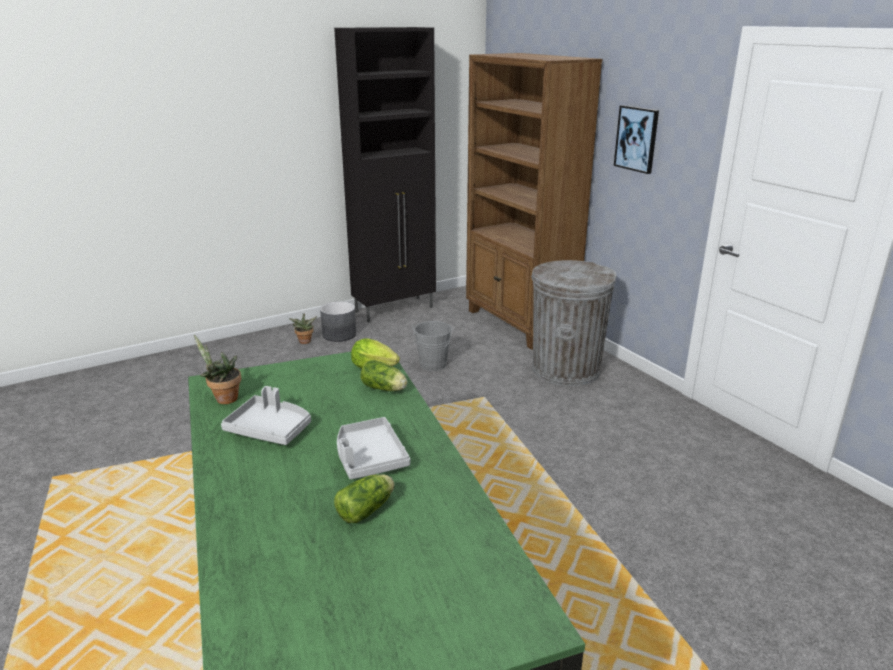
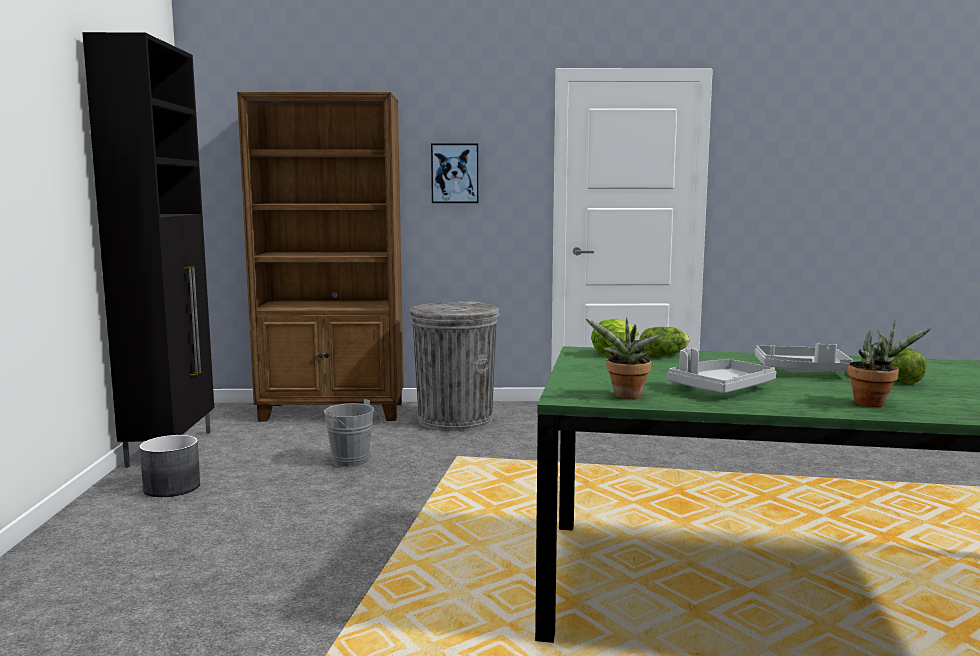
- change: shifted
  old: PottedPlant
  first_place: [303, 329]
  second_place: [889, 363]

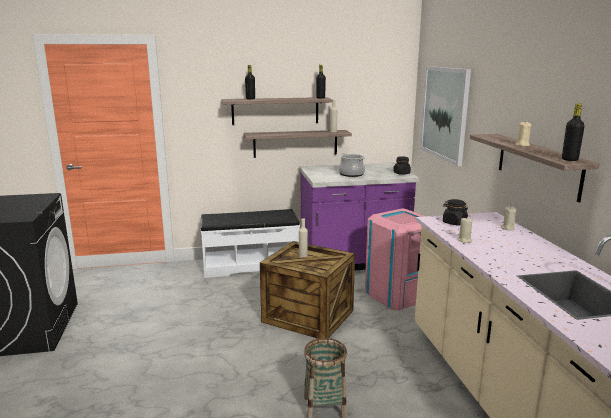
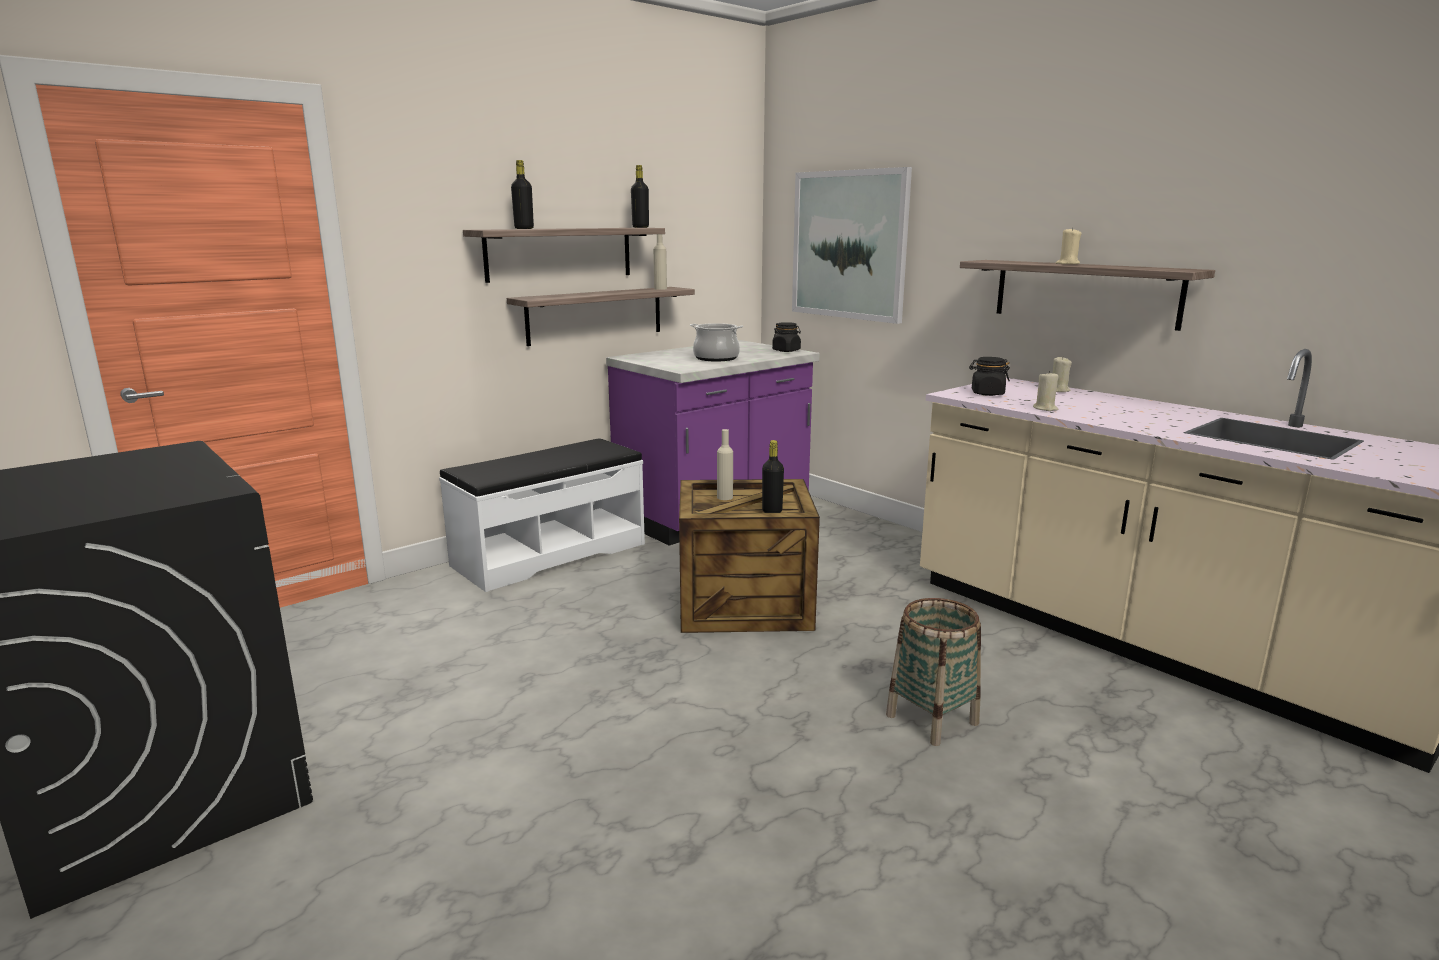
- change: shifted
  old: BlackBottle
  first_place: [573, 132]
  second_place: [773, 476]
- change: gone
  old: PinkTrashCan
  first_place: [395, 259]

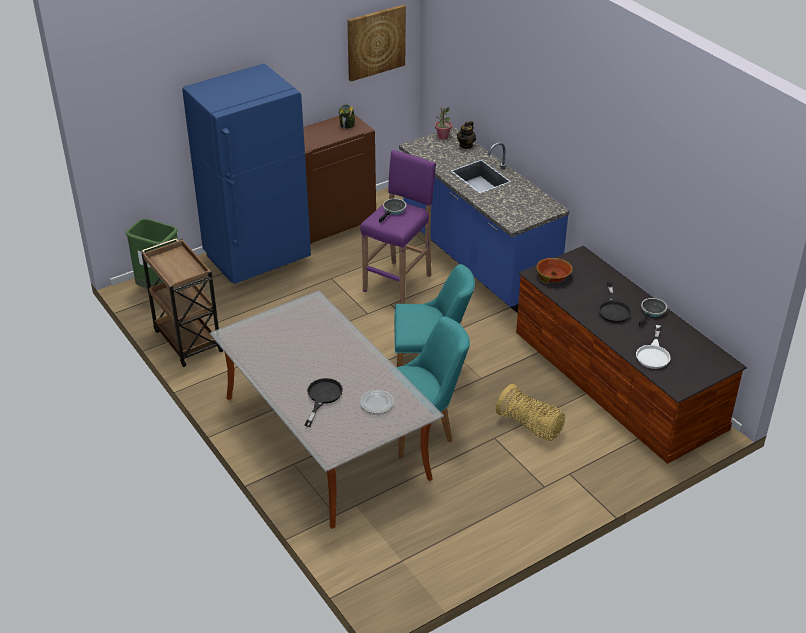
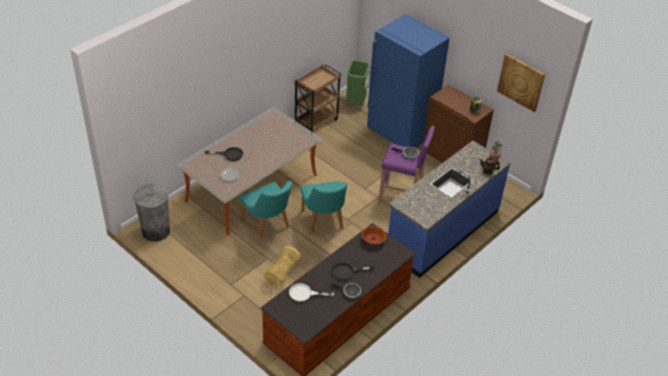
- change: new
  new: GreyTrashCan
  second_place: [152, 213]

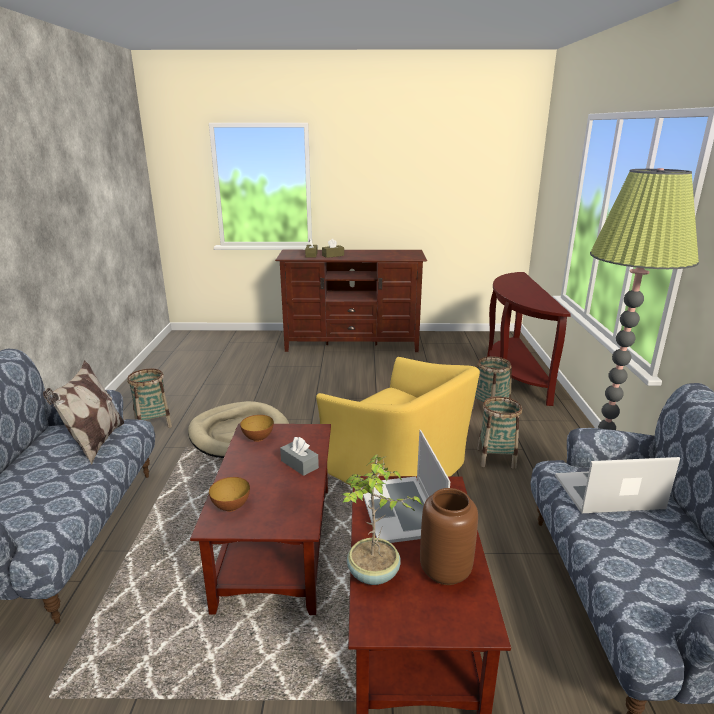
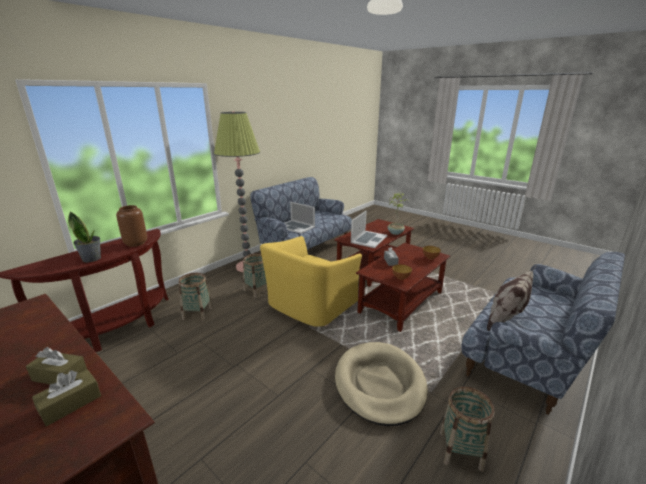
- change: rotated
  old: YellowArmchair
  first_place: [398, 421]
  second_place: [311, 281]
  degrees: -135
- change: shifted
  old: BrownVase
  first_place: [449, 536]
  second_place: [131, 226]
- change: new
  new: PottedPlant
  second_place: [84, 237]

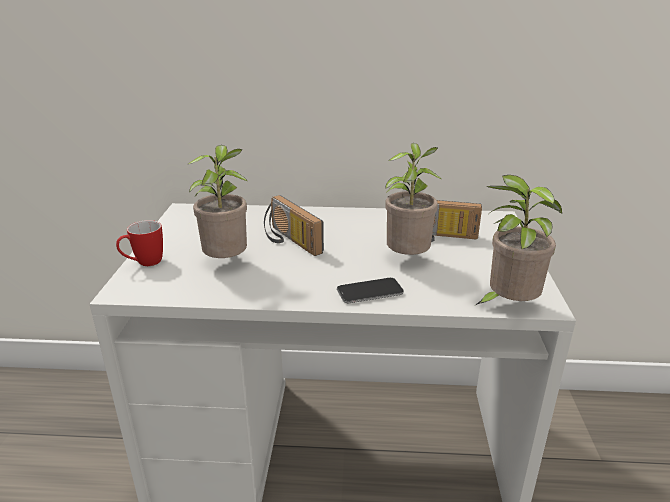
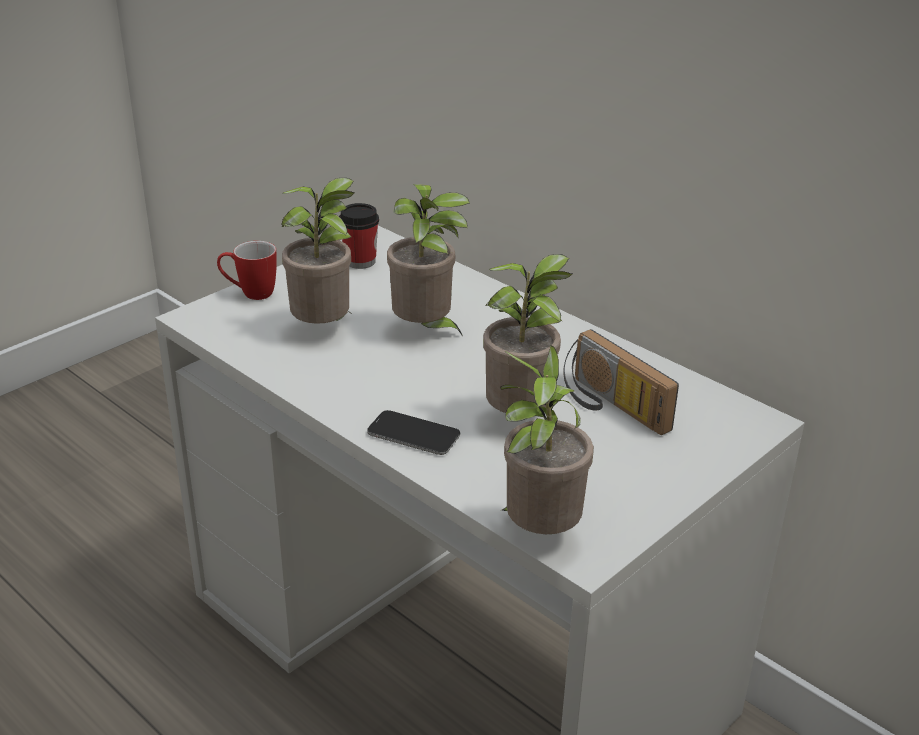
- change: swapped
  old: Radio
  new: PottedPlant
  first_place: [294, 225]
  second_place: [428, 260]
- change: new
  new: Cup
  second_place: [359, 236]

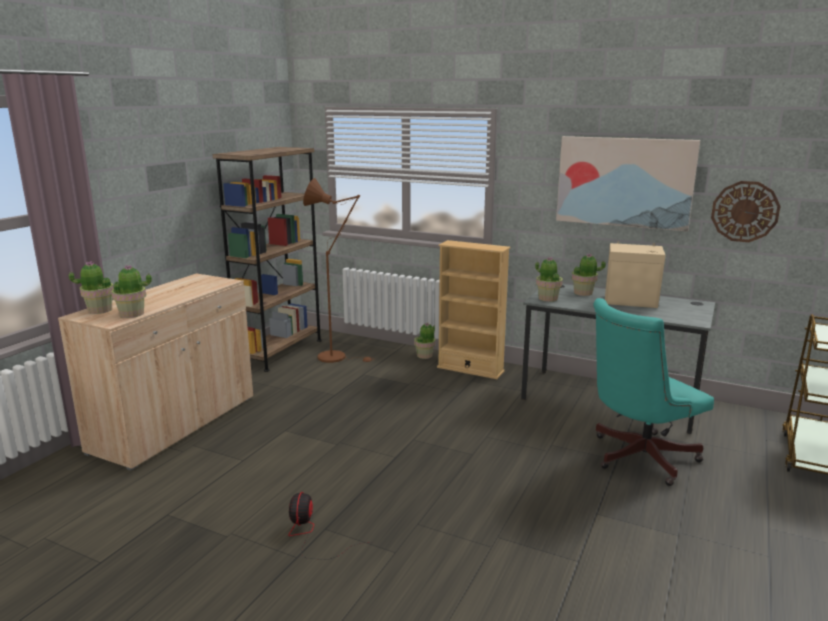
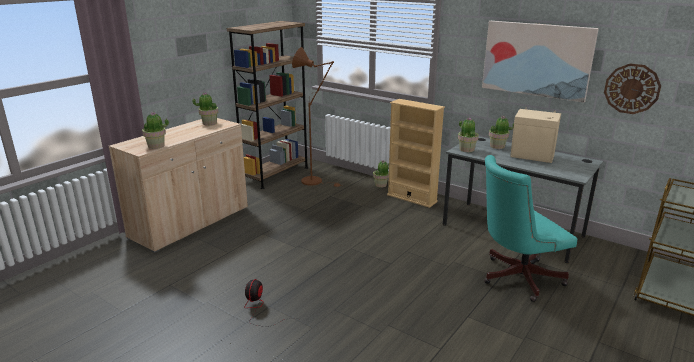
- change: shifted
  old: PottedPlant
  first_place: [91, 287]
  second_place: [205, 109]

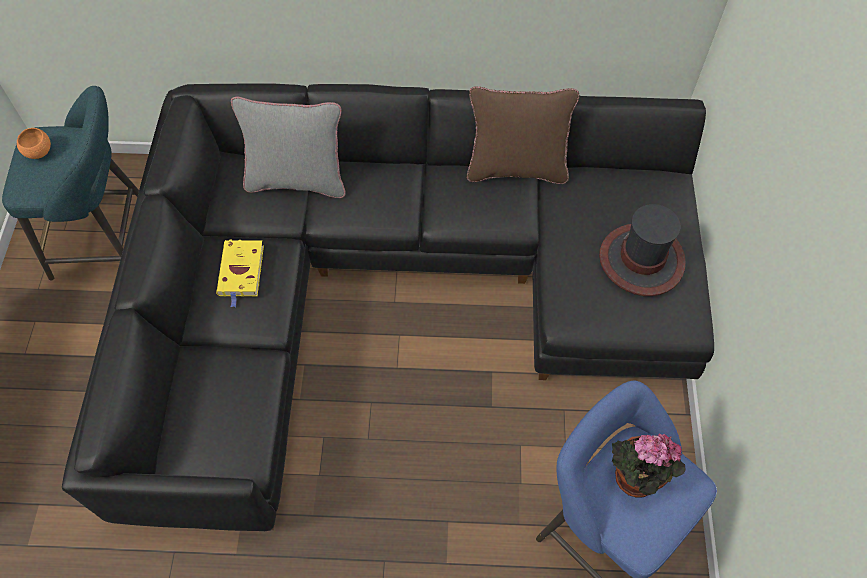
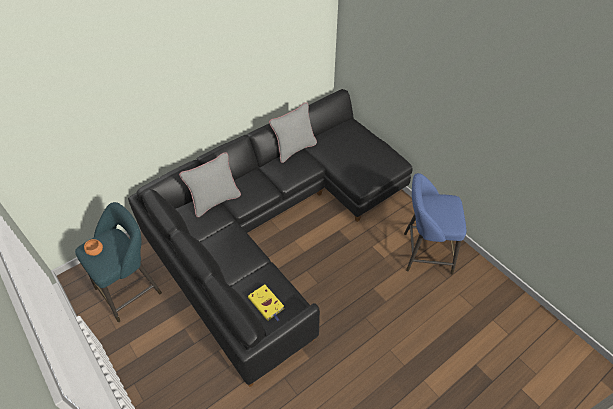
- change: repainted
  old: BrownPillow
  new: GreyPillow
  first_place: [523, 135]
  second_place: [293, 132]
- change: gone
  old: Hat
  first_place: [642, 250]
- change: shifted
  old: YellowBook
  first_place: [240, 273]
  second_place: [266, 302]
- change: gone
  old: PottedPlant
  first_place: [648, 465]

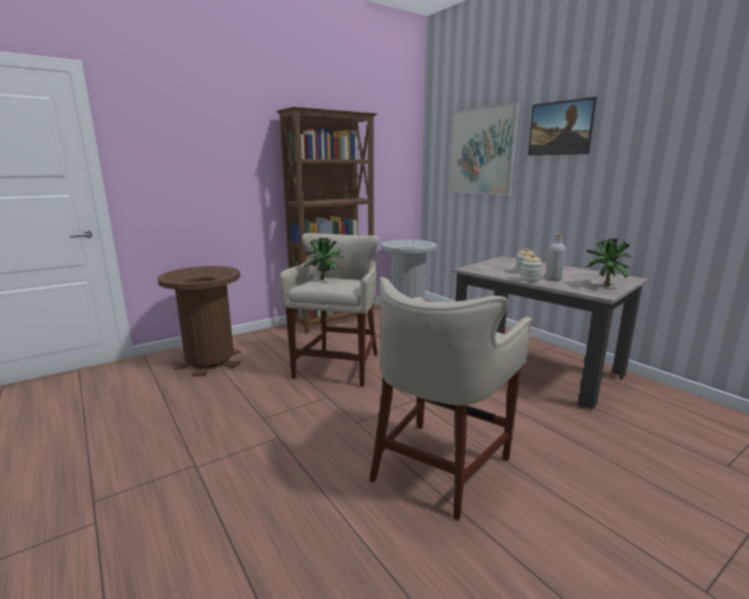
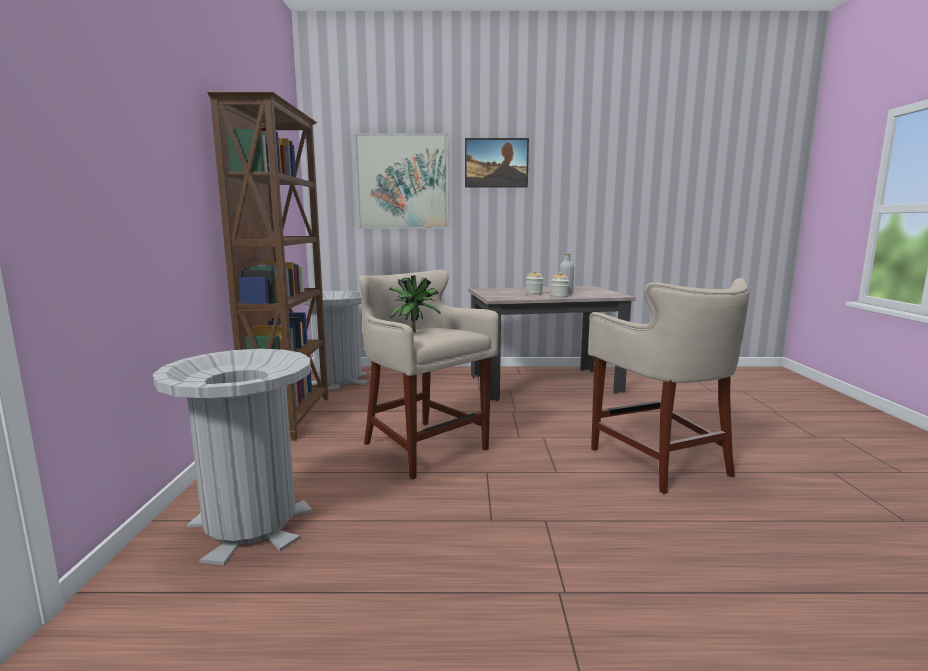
- change: gone
  old: PottedPlant
  first_place: [608, 262]
- change: repainted
  old: BrownTrashCan
  new: GreyTrashCan
  first_place: [199, 321]
  second_place: [232, 457]

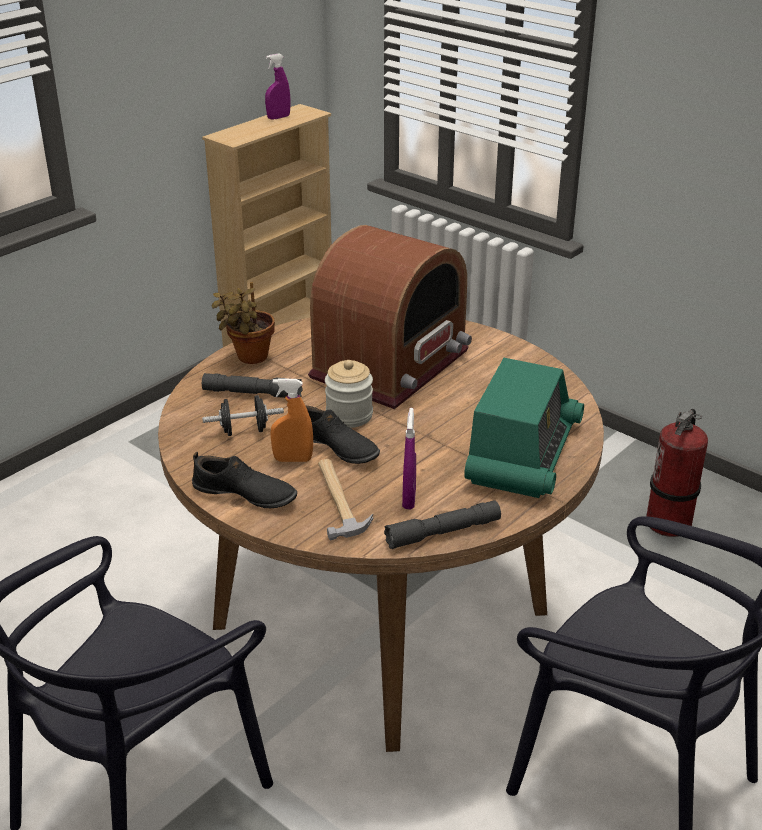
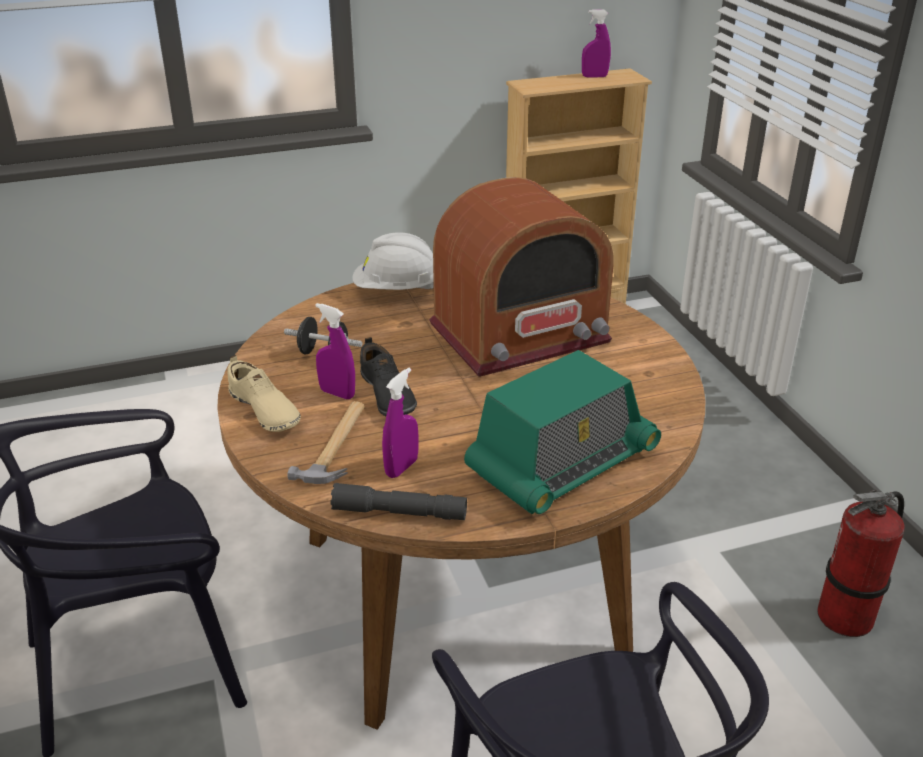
- change: swapped
  old: PottedPlant
  new: WhiteHardHat
  first_place: [243, 323]
  second_place: [393, 261]
- change: gone
  old: Jar
  first_place: [349, 394]
- change: gone
  old: GreyFlashlight
  first_place: [252, 385]
- change: repainted
  old: OrangeSprayBottle
  new: PurpleSprayBottle
  first_place: [291, 420]
  second_place: [335, 351]
- change: repainted
  old: BlackShoe
  new: BeigeShoe
  first_place: [244, 480]
  second_place: [264, 393]

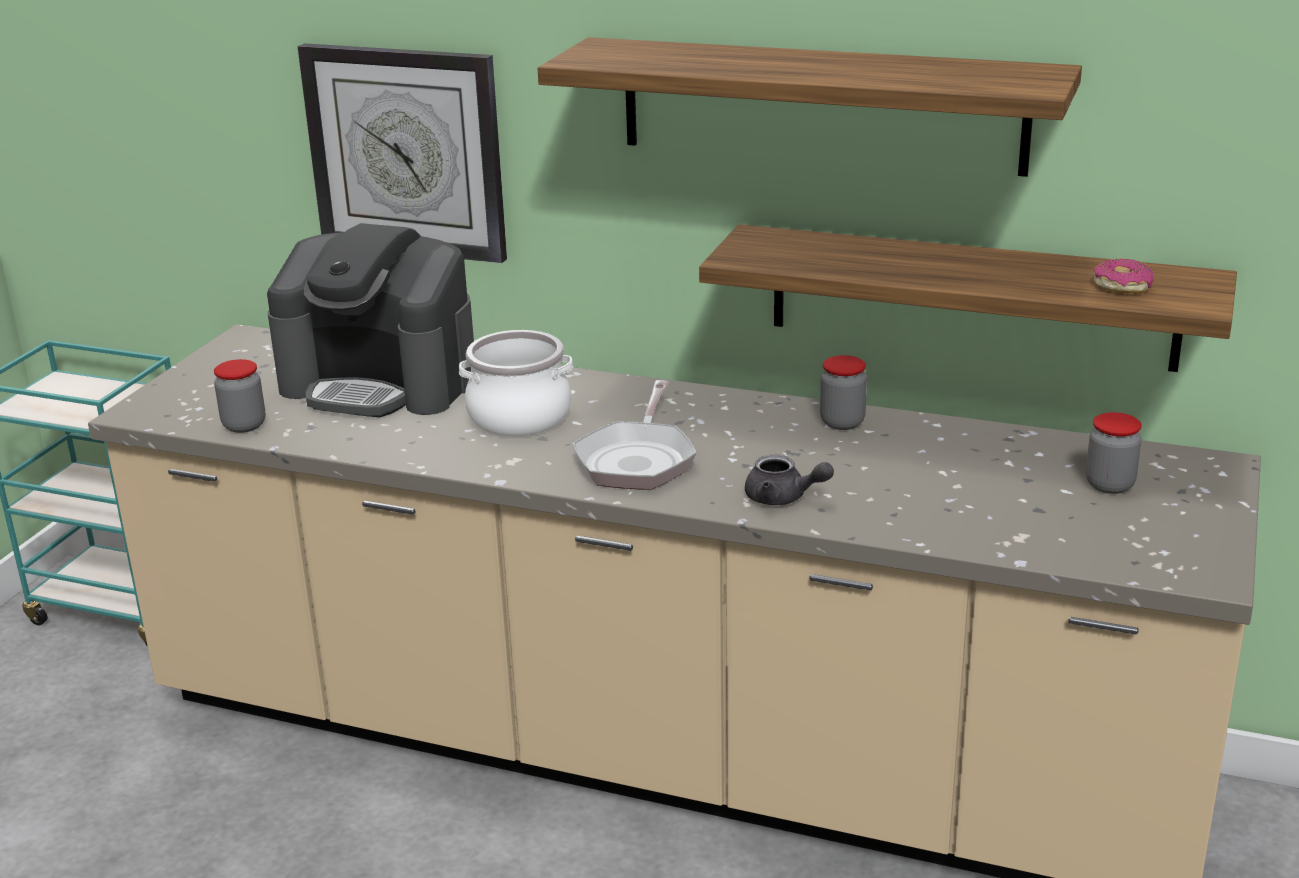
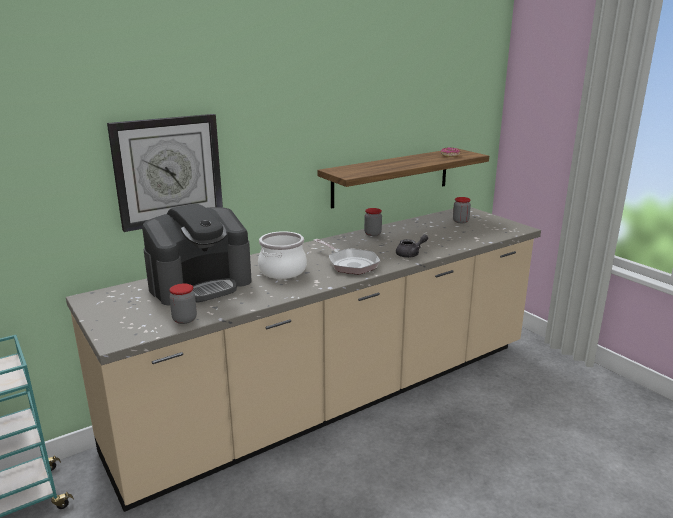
- change: gone
  old: Shelf
  first_place: [810, 107]

